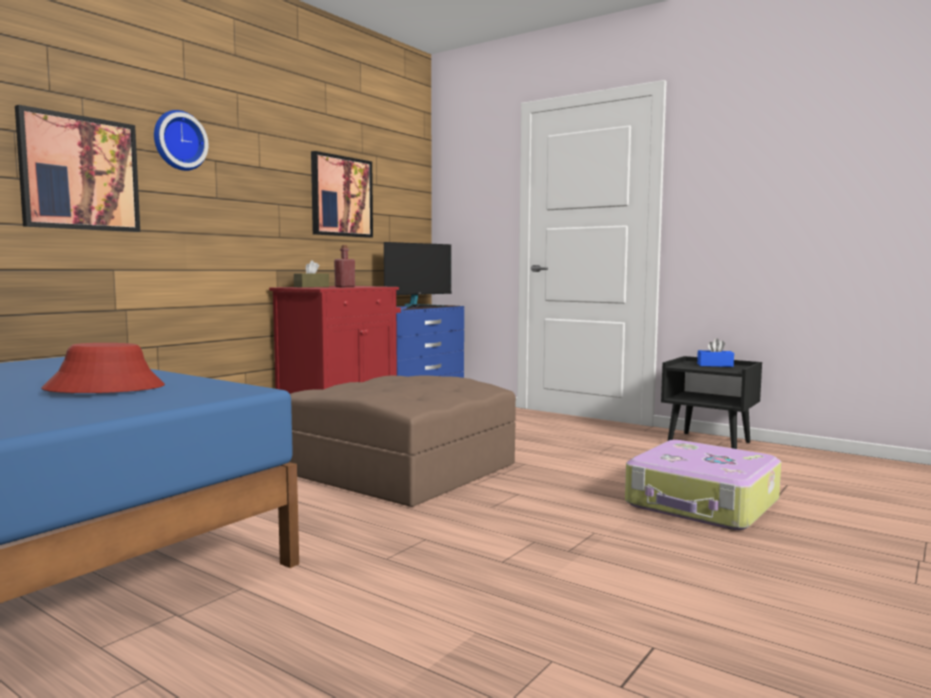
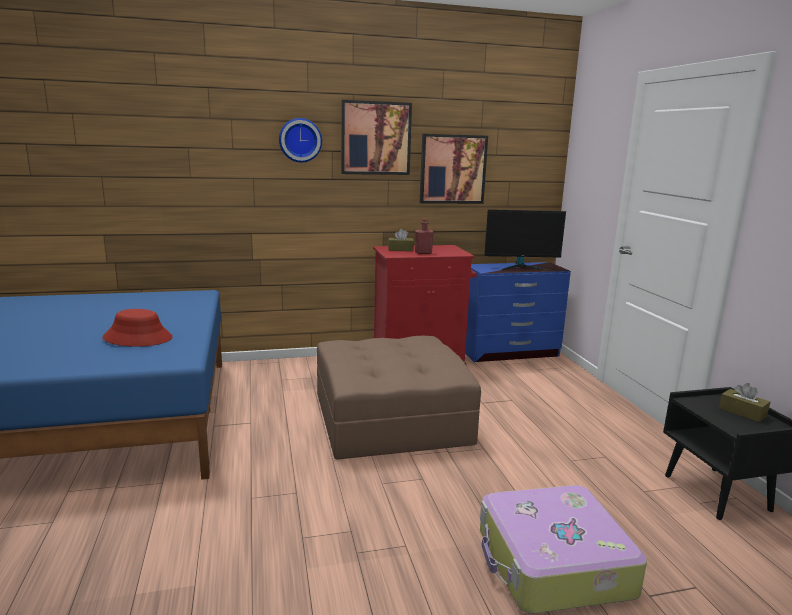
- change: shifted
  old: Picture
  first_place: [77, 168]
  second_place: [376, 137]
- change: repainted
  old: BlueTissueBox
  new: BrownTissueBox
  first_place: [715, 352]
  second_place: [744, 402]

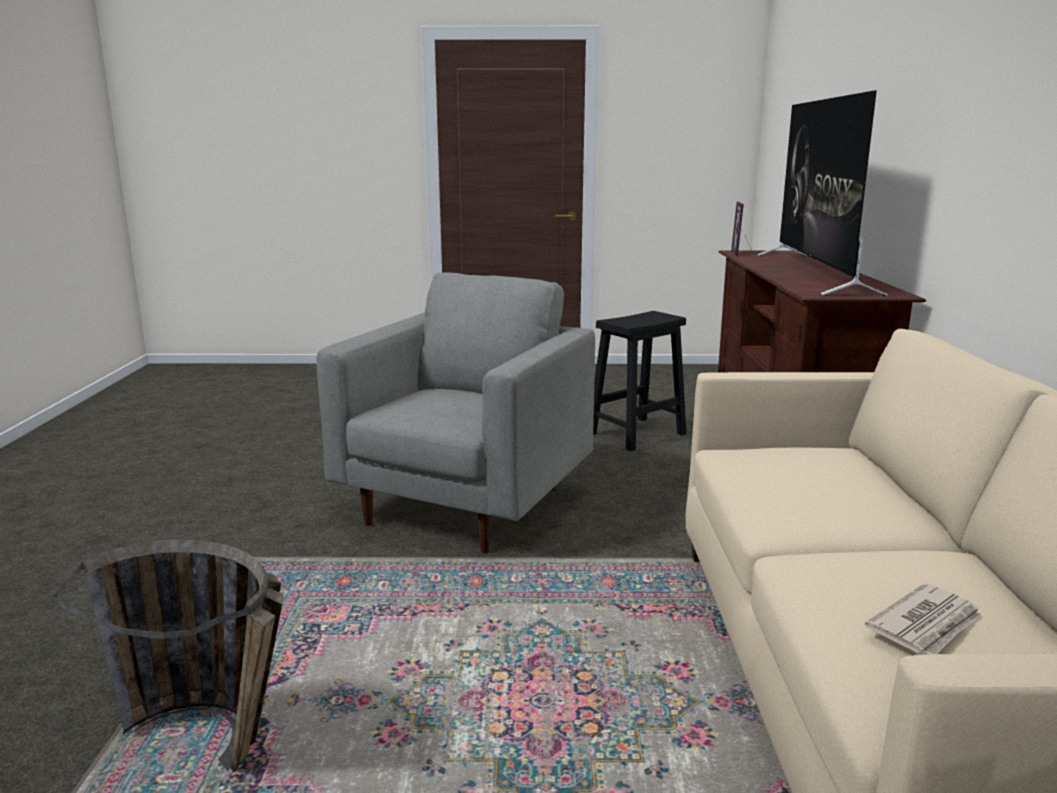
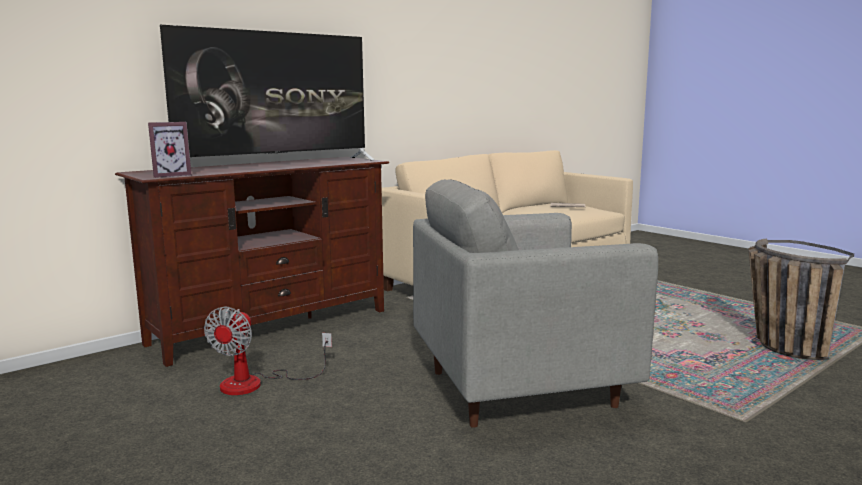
- change: swapped
  old: BlackStool
  new: Fan
  first_place: [640, 381]
  second_place: [268, 351]

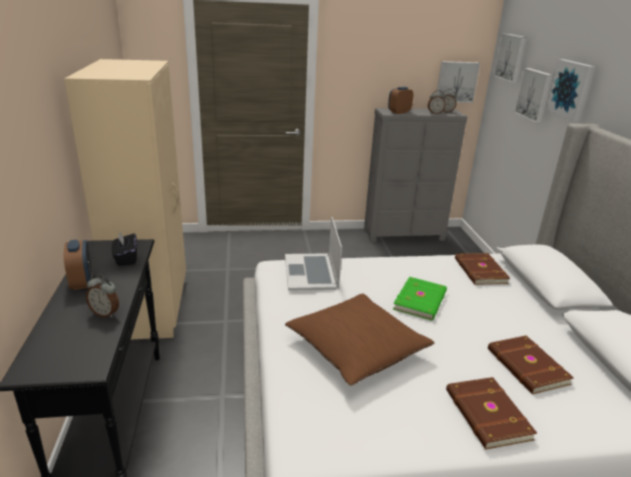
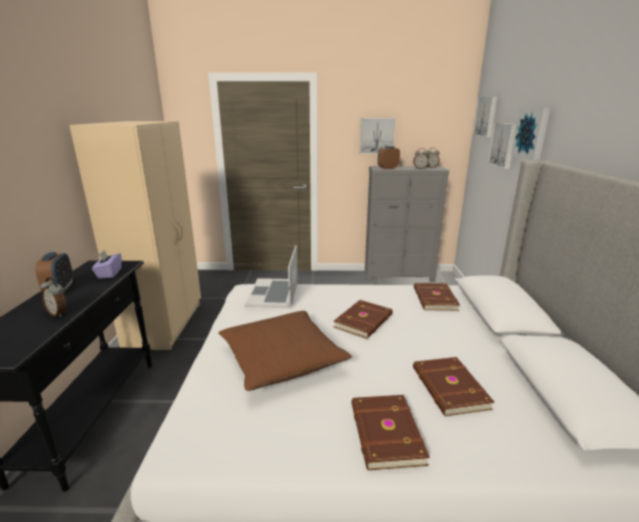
- change: shifted
  old: Picture
  first_place: [458, 82]
  second_place: [378, 136]
- change: repainted
  old: BlackTissueBox
  new: PurpleTissueBox
  first_place: [124, 249]
  second_place: [107, 264]
- change: repainted
  old: GreenBook
  new: BrownBook
  first_place: [420, 299]
  second_place: [363, 319]

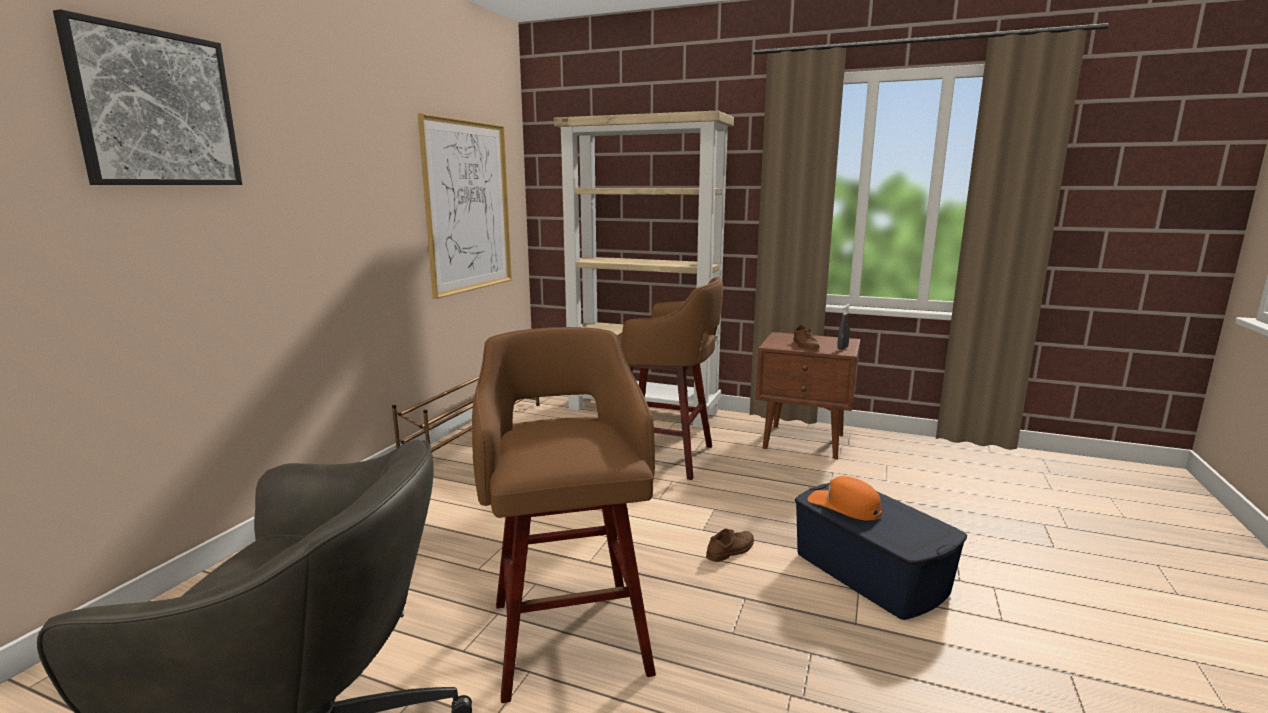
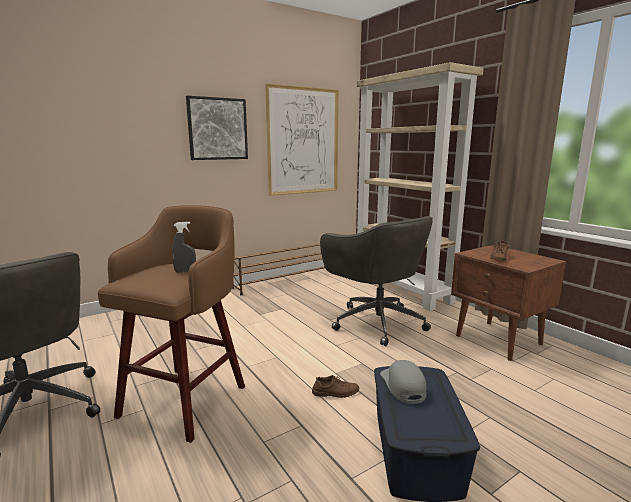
- change: shifted
  old: Picture
  first_place: [147, 97]
  second_place: [217, 128]
- change: swapped
  old: BrownStool
  new: GreyOfficeChair
  first_place: [670, 378]
  second_place: [376, 281]
- change: shifted
  old: GreySprayBottle
  first_place: [843, 327]
  second_place: [184, 247]
- change: repainted
  old: OrangeCap
  new: GreyCap
  first_place: [844, 498]
  second_place: [403, 382]

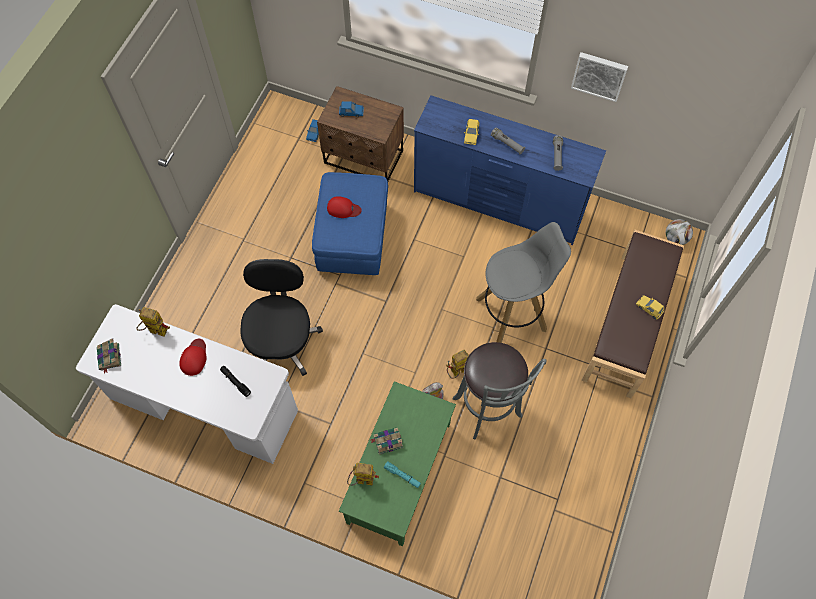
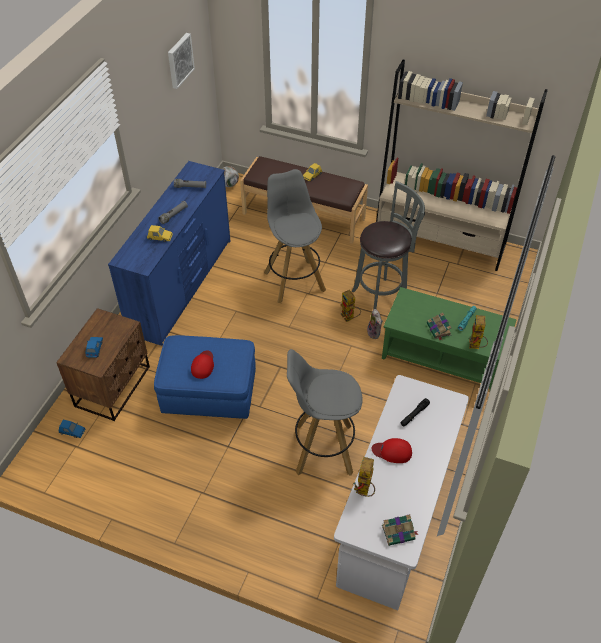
- change: shifted
  old: Picture
  first_place: [599, 77]
  second_place: [181, 61]
- change: swapped
  old: BlackOfficeChair
  new: GreyStool
  first_place: [281, 317]
  second_place: [325, 412]
- change: new
  new: BeigeBookcase
  second_place: [462, 165]

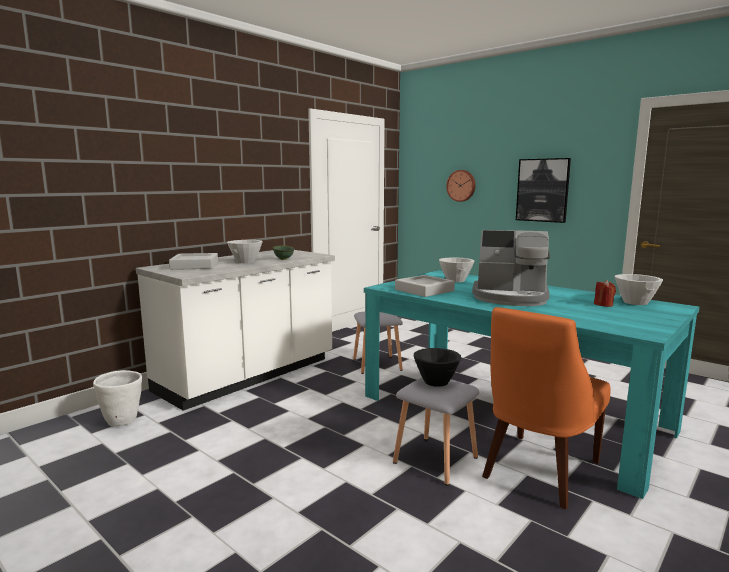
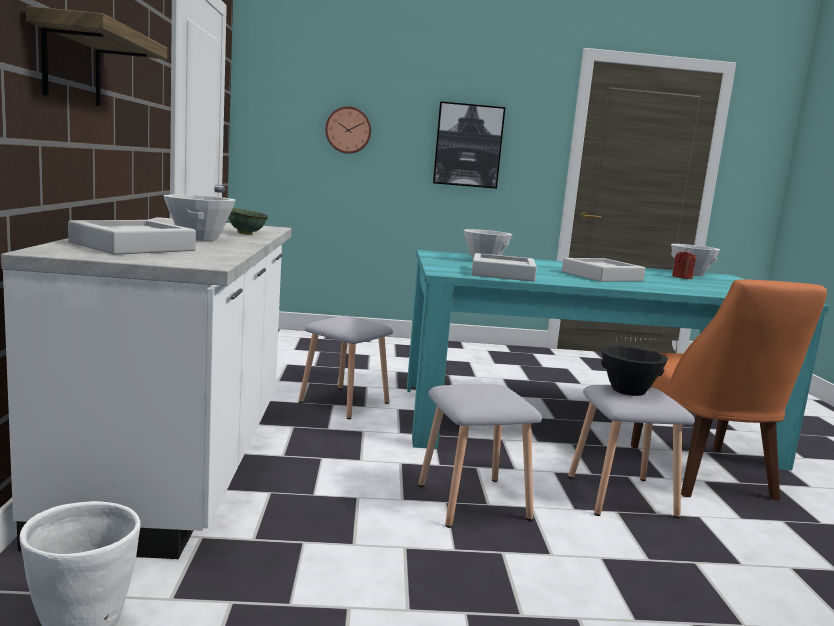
- change: swapped
  old: CoffeeMachine
  new: GreyTray
  first_place: [511, 268]
  second_place: [603, 270]
- change: new
  new: Shelf
  second_place: [96, 56]
- change: new
  new: GreyStool
  second_place: [480, 456]

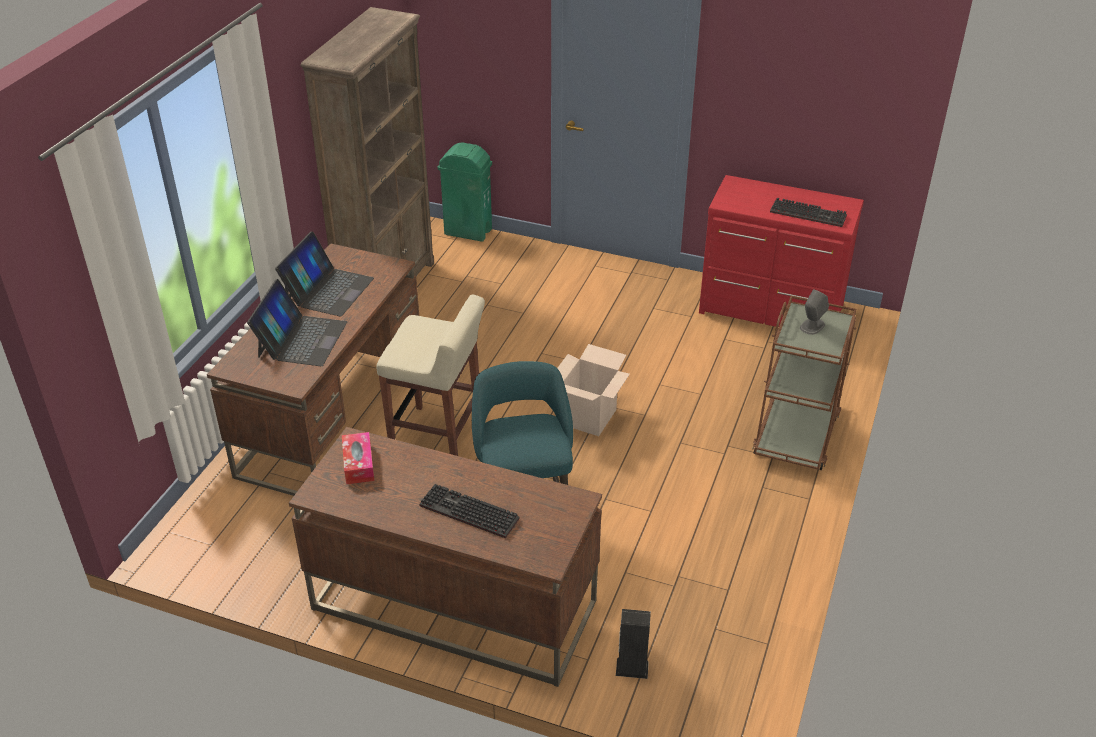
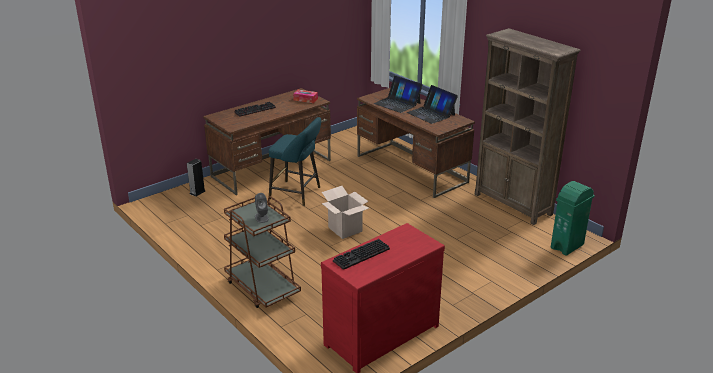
- change: gone
  old: BeigeStool
  first_place: [430, 375]

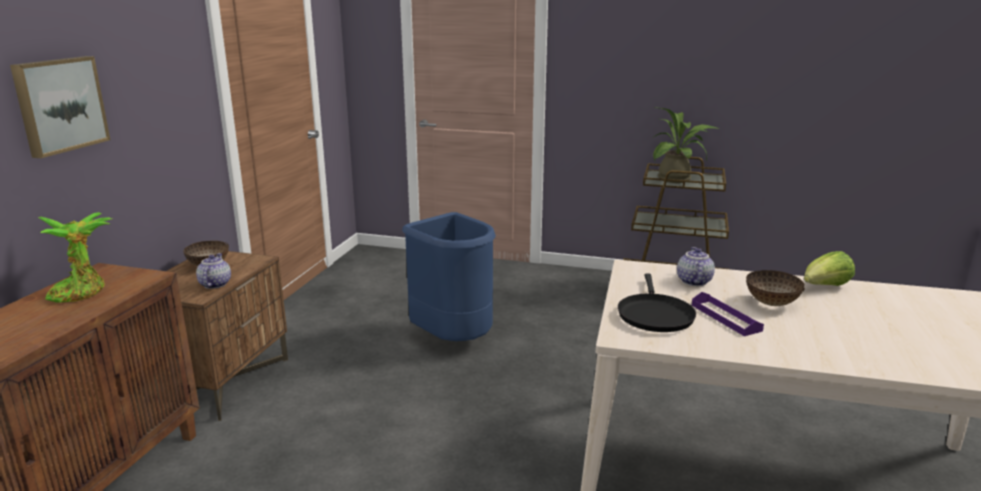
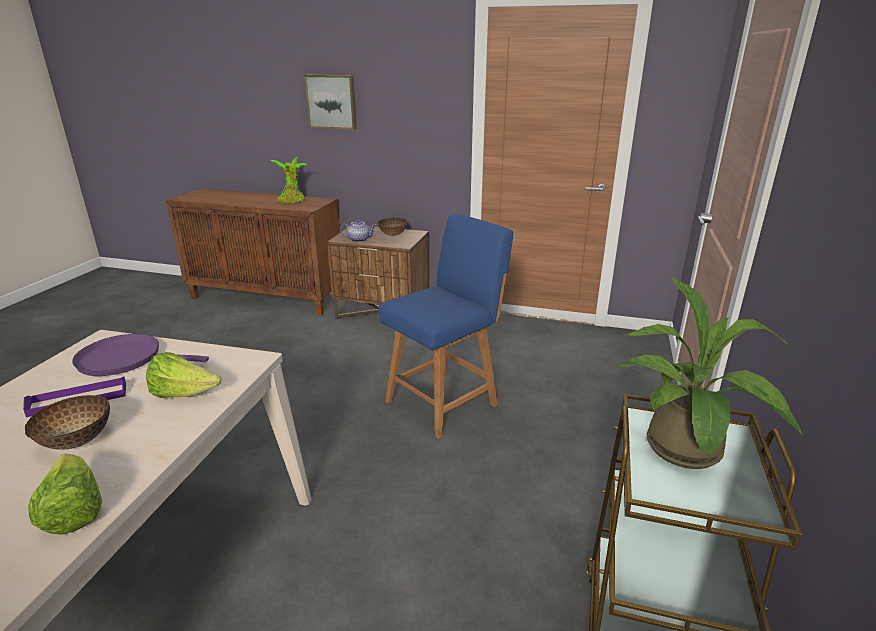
- change: swapped
  old: BlueTrashCan
  new: BlueChair
  first_place: [449, 276]
  second_place: [445, 326]
- change: swapped
  old: Teapot
  new: Lettuce
  first_place: [696, 266]
  second_place: [184, 375]
- change: repainted
  old: BlackFryingPan
  new: PurpleFryingPan
  first_place: [657, 302]
  second_place: [140, 355]

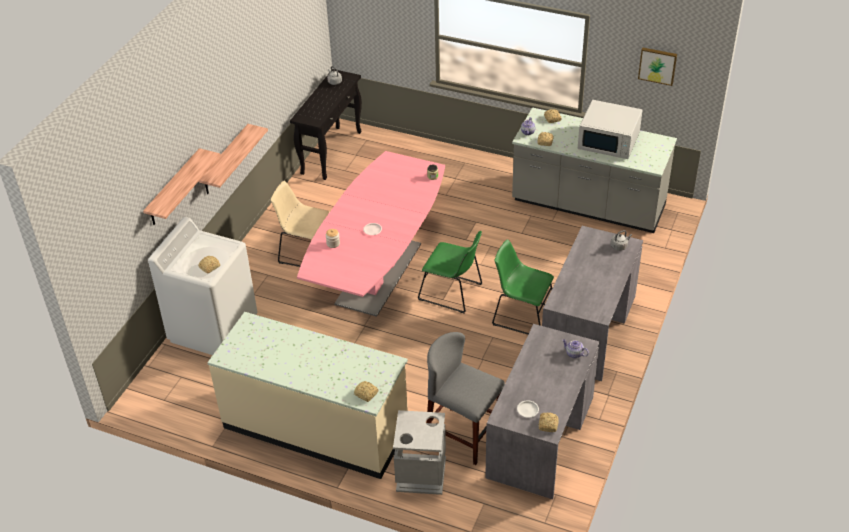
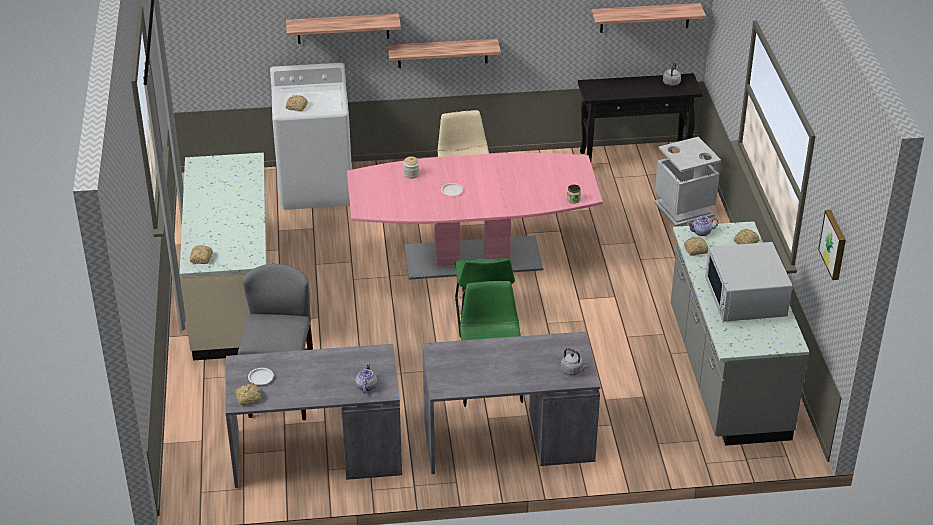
- change: shifted
  old: GreyTrashCan
  first_place: [419, 452]
  second_place: [687, 182]
- change: new
  new: Shelf
  second_place: [648, 18]

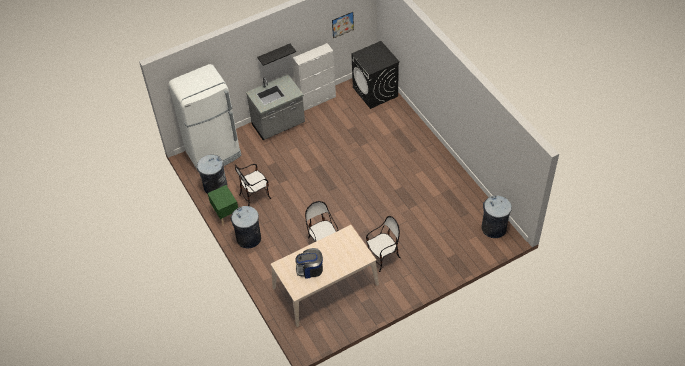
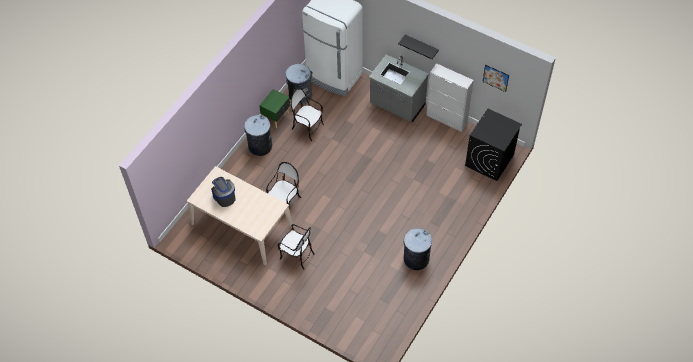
- change: shifted
  old: GreyTrashCan
  first_place: [496, 216]
  second_place: [417, 249]

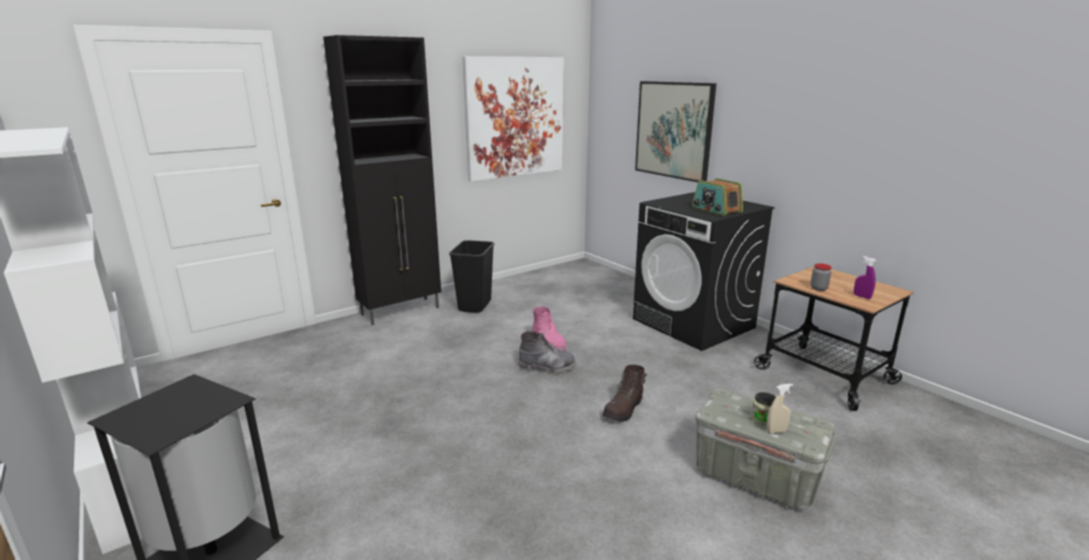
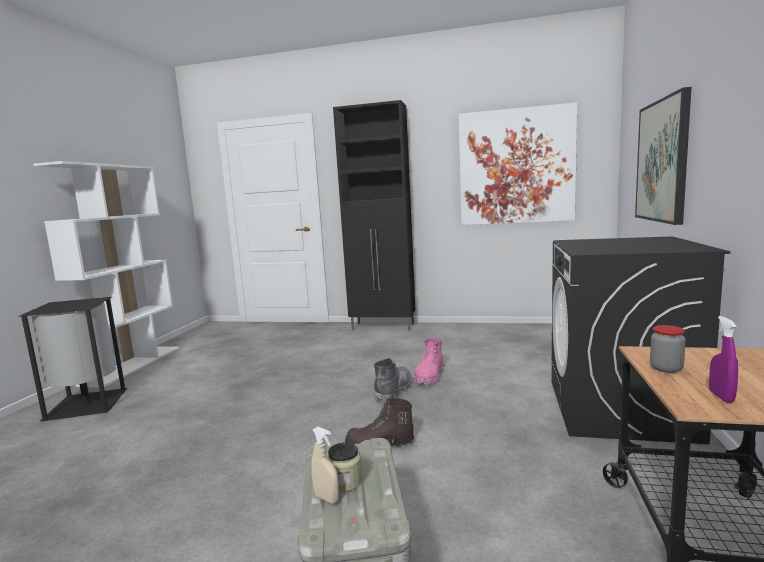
- change: gone
  old: Radio
  first_place: [717, 197]
- change: gone
  old: BlackTrashCan
  first_place: [471, 276]
- change: rotated
  old: GreyBoot
  first_place: [547, 353]
  second_place: [393, 380]
  degrees: -120

